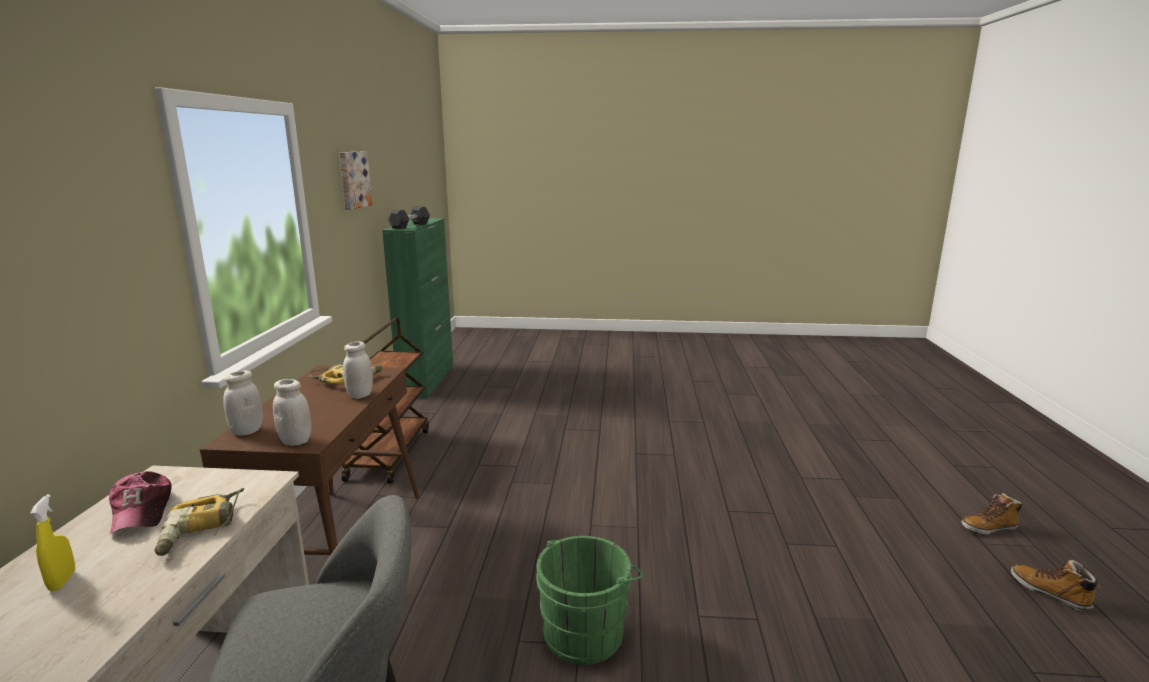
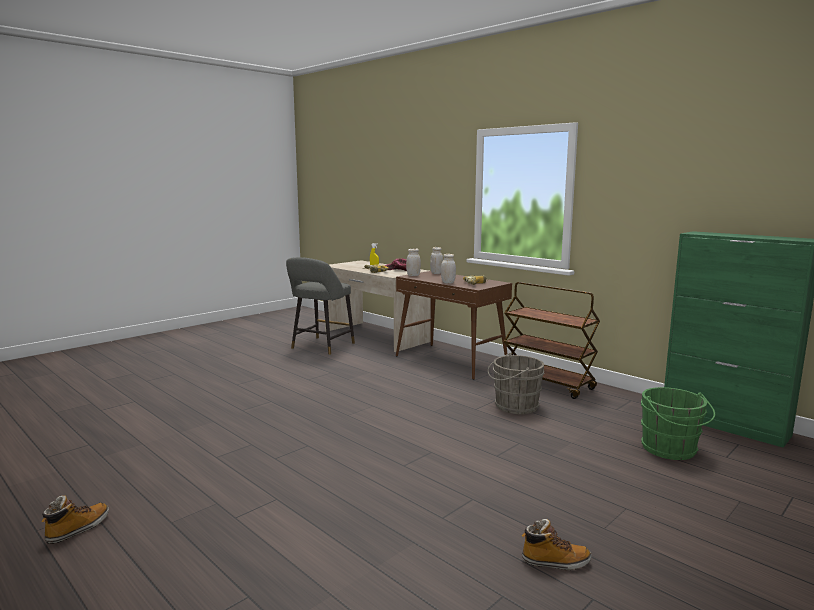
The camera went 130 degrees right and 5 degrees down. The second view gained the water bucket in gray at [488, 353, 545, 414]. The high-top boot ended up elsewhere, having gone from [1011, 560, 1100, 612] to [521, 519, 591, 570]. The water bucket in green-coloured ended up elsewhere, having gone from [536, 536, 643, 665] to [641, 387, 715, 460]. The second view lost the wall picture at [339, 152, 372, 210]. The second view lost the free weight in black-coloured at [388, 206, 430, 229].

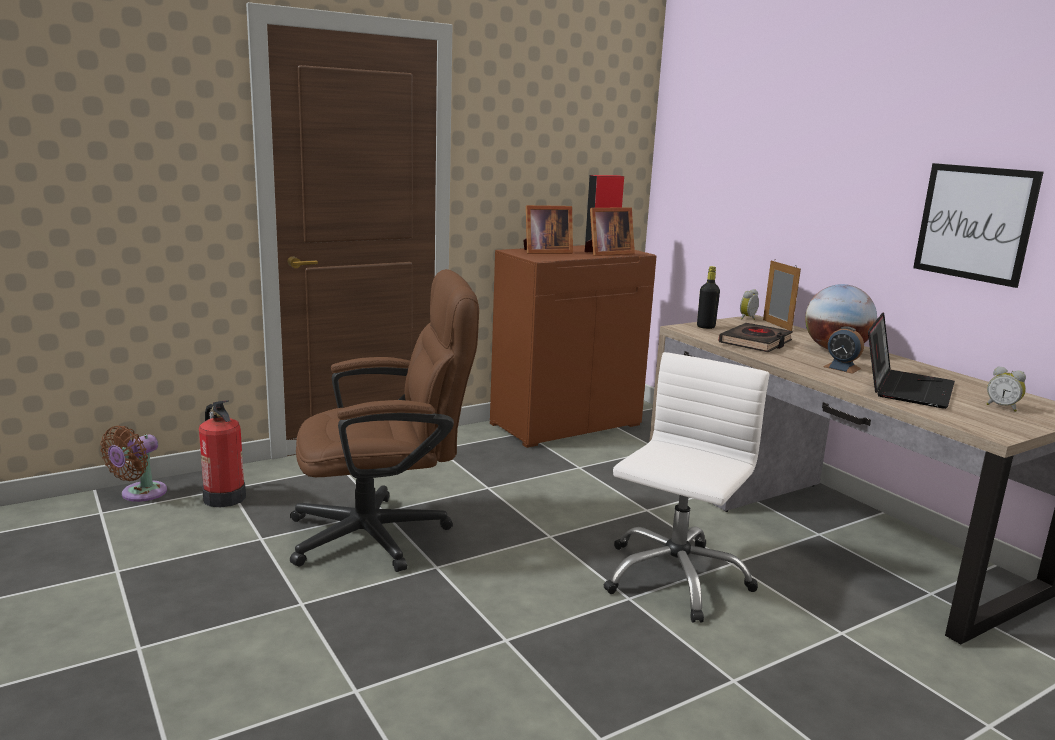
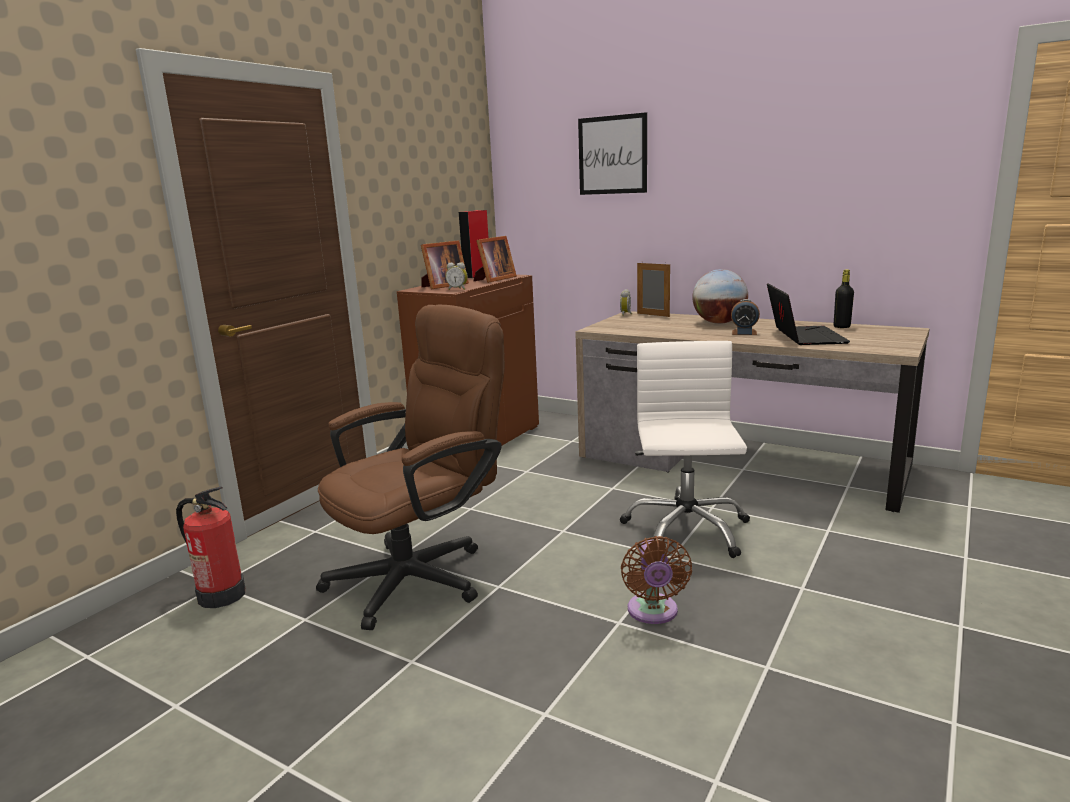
The camera went 25 degrees left and 0 degrees up. The table clock ended up elsewhere, having gone from [987, 366, 1026, 412] to [446, 262, 468, 290]. The wall picture ended up elsewhere, having gone from [913, 163, 1044, 288] to [578, 112, 647, 195]. The cooling fan in brown-coloured ended up elsewhere, having gone from [100, 426, 167, 502] to [621, 536, 692, 624]. The beverage bottle in black-coloured ended up elsewhere, having gone from [697, 266, 720, 329] to [834, 269, 854, 328]. The second view lost the volume in black-coloured at [719, 323, 793, 352].

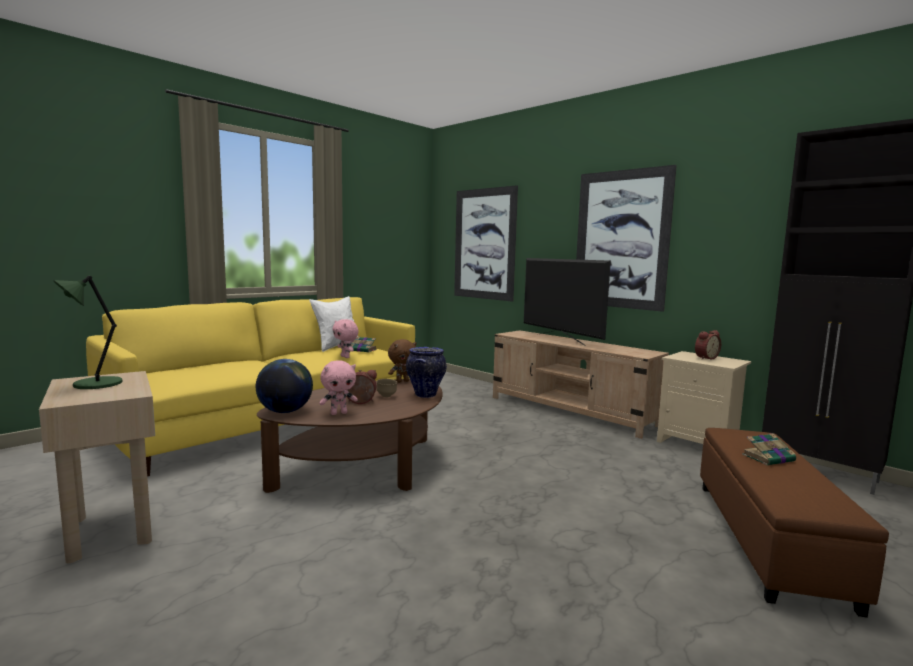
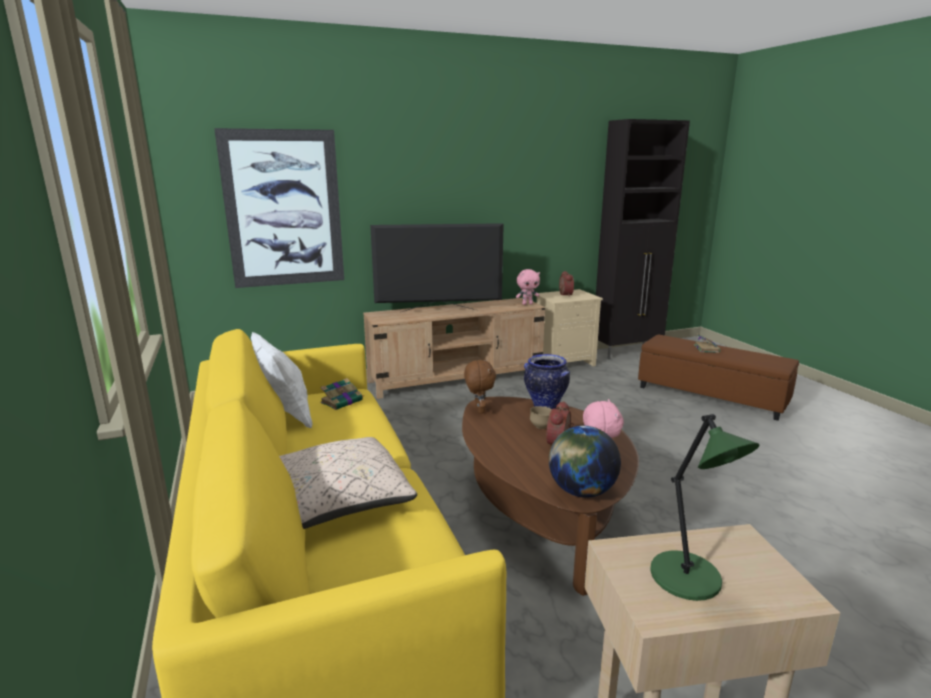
The camera went 65 degrees left and 10 degrees up. The second view gained the cushion in beige at [279, 437, 417, 529]. The plush toy in pink ended up elsewhere, having gone from [332, 319, 359, 358] to [516, 269, 540, 305]. The second view lost the wall picture at [576, 165, 677, 312].

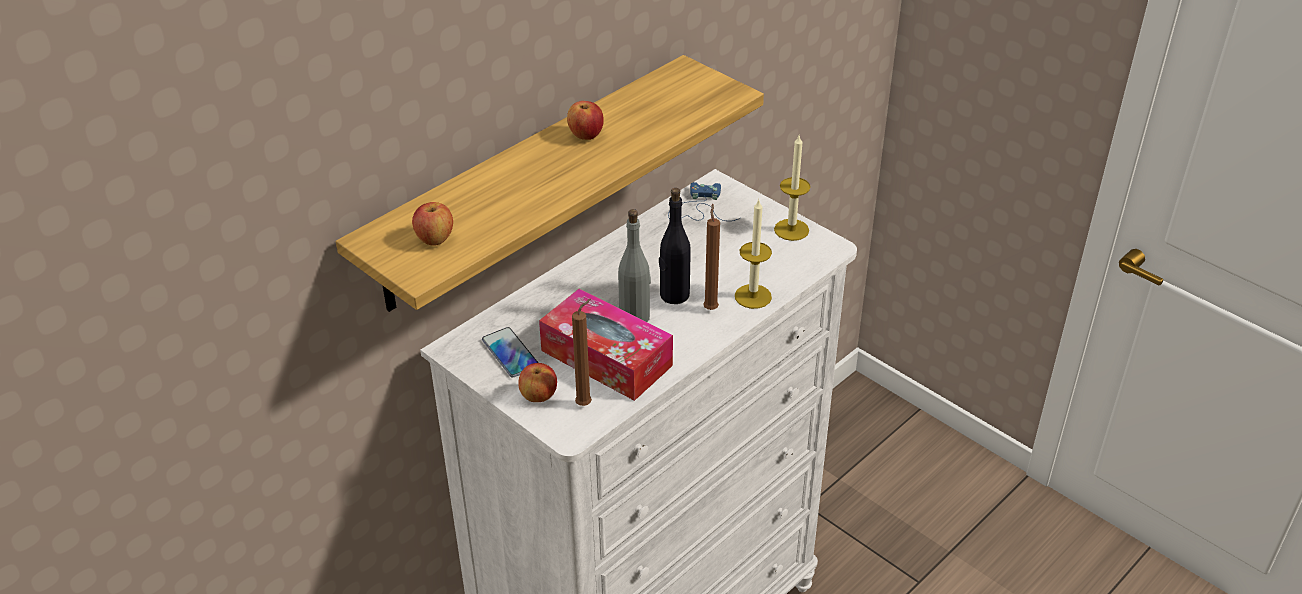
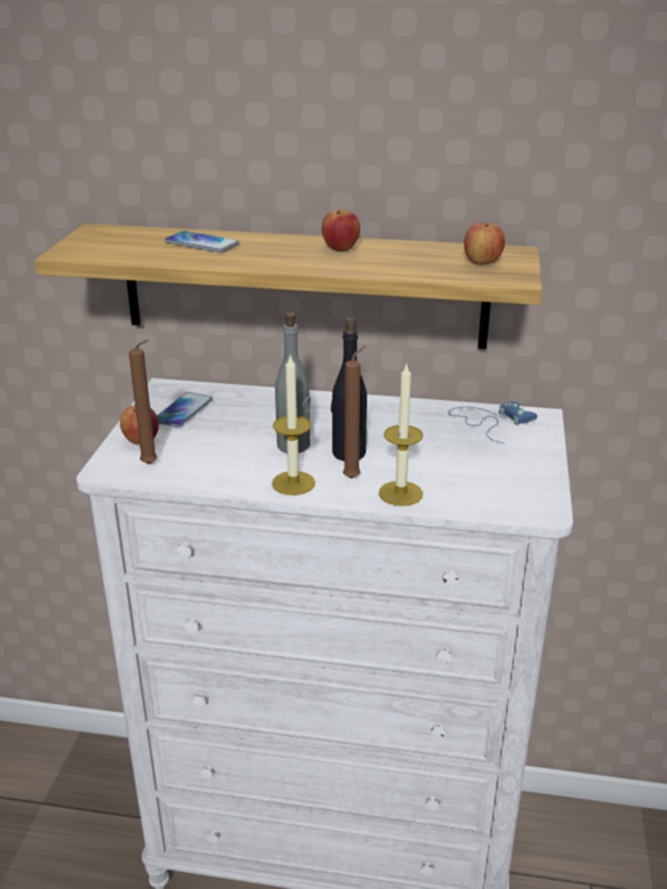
The camera went 55 degrees right and 10 degrees down. The second view gained the handset at [165, 231, 239, 252]. The wax light ended up elsewhere, having gone from [774, 136, 810, 241] to [272, 354, 315, 495]. The apple ended up elsewhere, having gone from [412, 202, 453, 246] to [464, 223, 505, 265]. The second view lost the tissue holder at [539, 288, 673, 401].

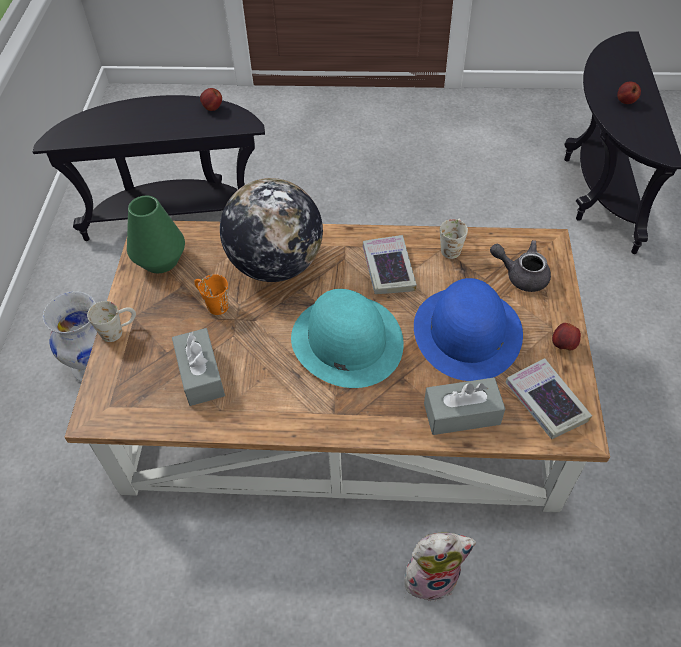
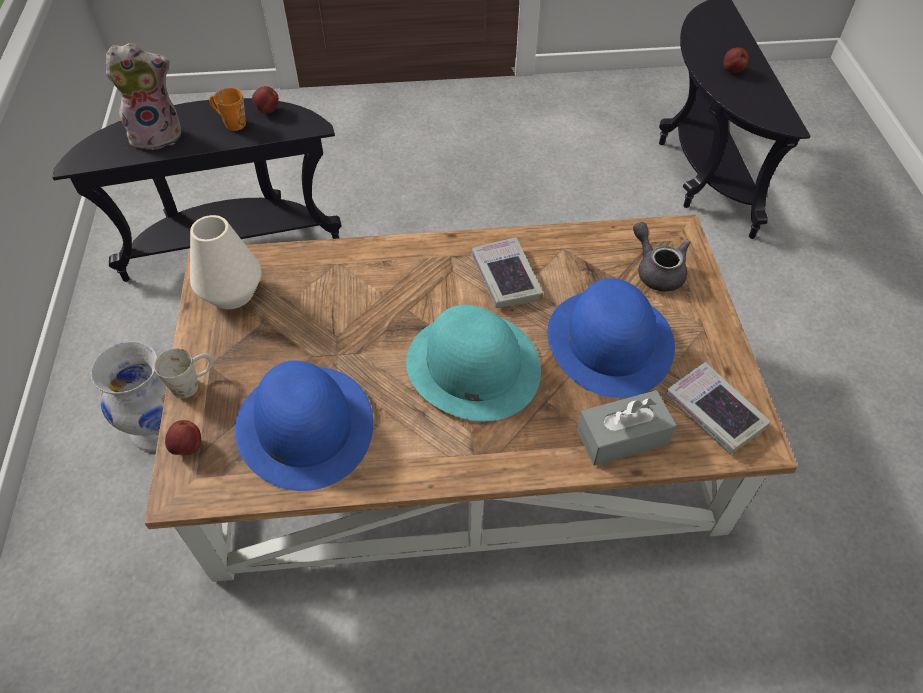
The camera went 10 degrees left and 0 degrees up. The plush toy ended up elsewhere, having gone from [404, 533, 476, 604] to [106, 43, 181, 150]. The apple ended up elsewhere, having gone from [552, 323, 581, 350] to [165, 420, 201, 455]. What was the decorative vase in green-coloured at [127, 196, 185, 273] turned into the decorative vase in whitish at [190, 215, 262, 309]. The mug in orange ended up elsewhere, having gone from [194, 274, 229, 315] to [209, 88, 246, 131]. Where the tissue holder in gray stood at [172, 328, 225, 406], the hat in bluish came to stand at [234, 360, 373, 491]. The tea pot in gray at [490, 240, 551, 292] ended up facing another way, 45 degrees clockwise from before. The second view lost the world globe at [220, 178, 323, 282]. The second view lost the mug in whitish at [440, 218, 468, 259].

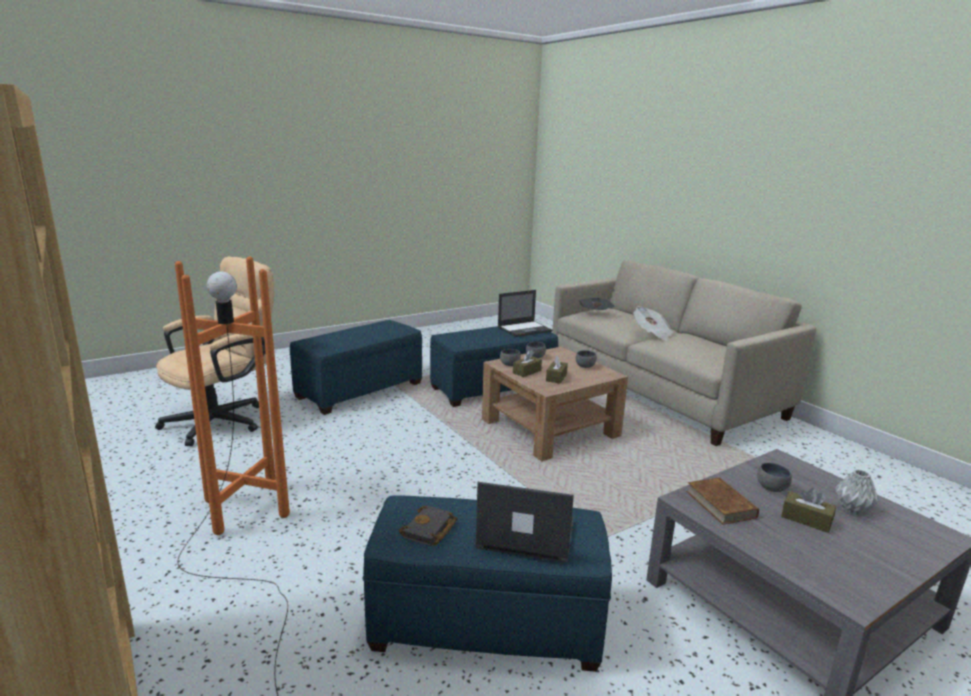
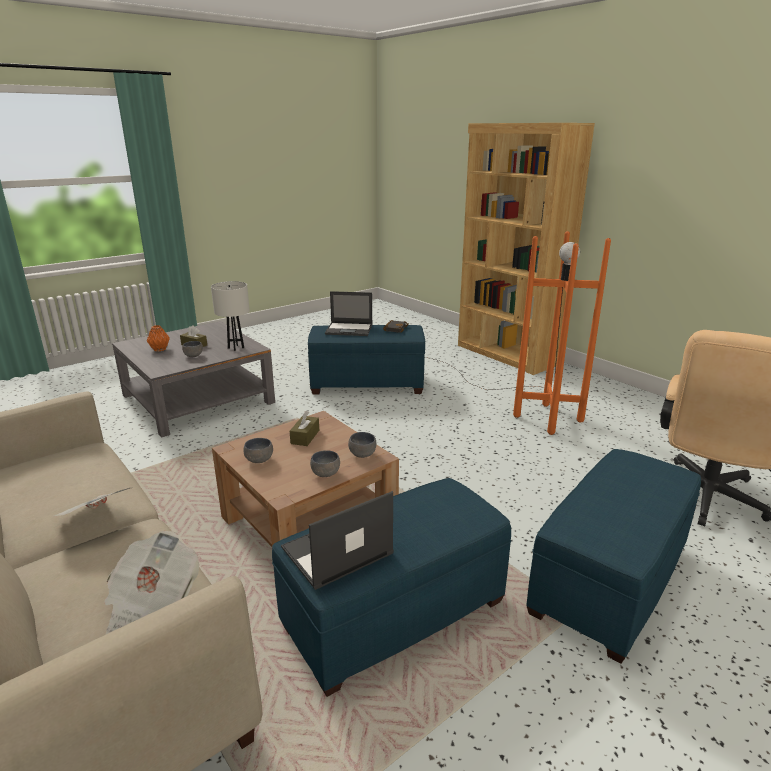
The camera went 175 degrees right and 5 degrees up. What was the decorative vase in gray at [835, 470, 878, 516] turned into the decorative vase in orange at [147, 325, 170, 352]. Where the volume in brown-coloured stood at [686, 477, 759, 525], the lamp for a table in whitish came to stand at [211, 281, 250, 351]. The second view lost the tissue holder in brown-coloured at [513, 350, 542, 377].

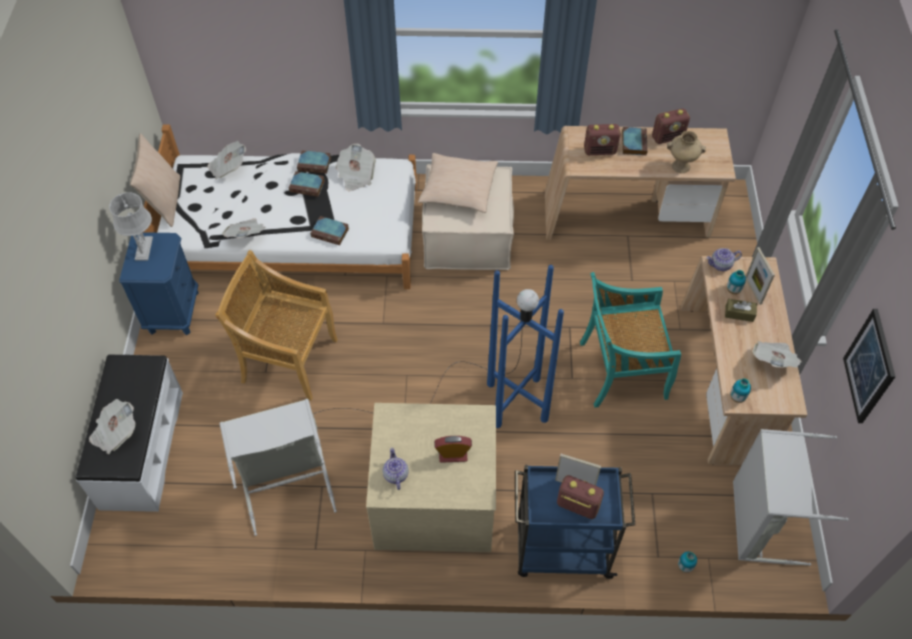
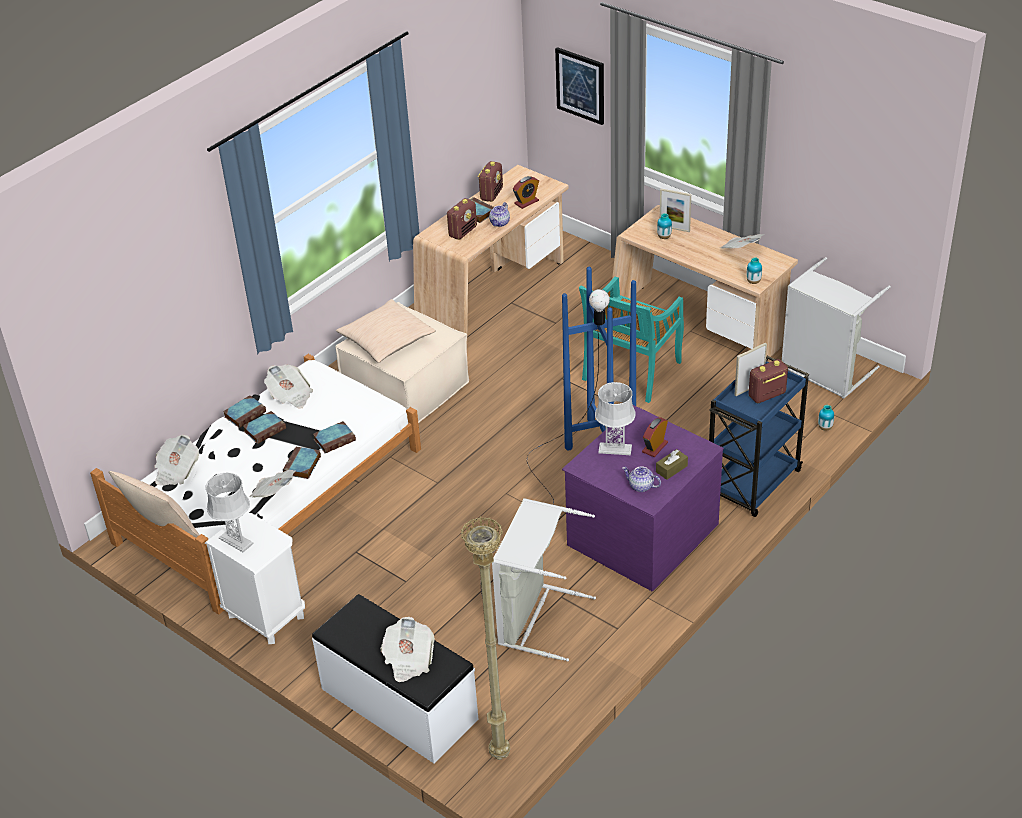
The camera went 50 degrees left and 15 degrees down. What was the bedside table in bluish at [119, 232, 199, 335] turned into the bedside table in whitish at [205, 513, 305, 644]. The second view gained the volume at [283, 446, 321, 479]. The second view gained the standing lamp in beige at [461, 517, 510, 760]. The tea pot ended up elsewhere, having gone from [706, 248, 742, 271] to [489, 202, 510, 227]. Where the decorative vase in beige stood at [667, 131, 706, 173], the table clock came to stand at [513, 176, 539, 209]. The wall picture ended up elsewhere, having gone from [843, 309, 896, 423] to [555, 47, 604, 125]. What was the dresser in beige at [366, 403, 496, 552] turned into the dresser in purplish at [562, 405, 724, 591]. The second view gained the lamp for a table in gray at [595, 382, 636, 455]. The tissue holder in brown-coloured ended up elsewhere, having gone from [725, 299, 757, 322] to [656, 449, 688, 480]. The second view lost the upright chair in beige at [215, 250, 338, 401].

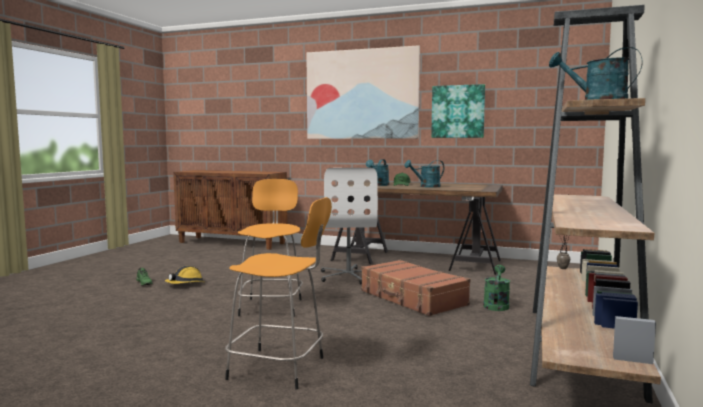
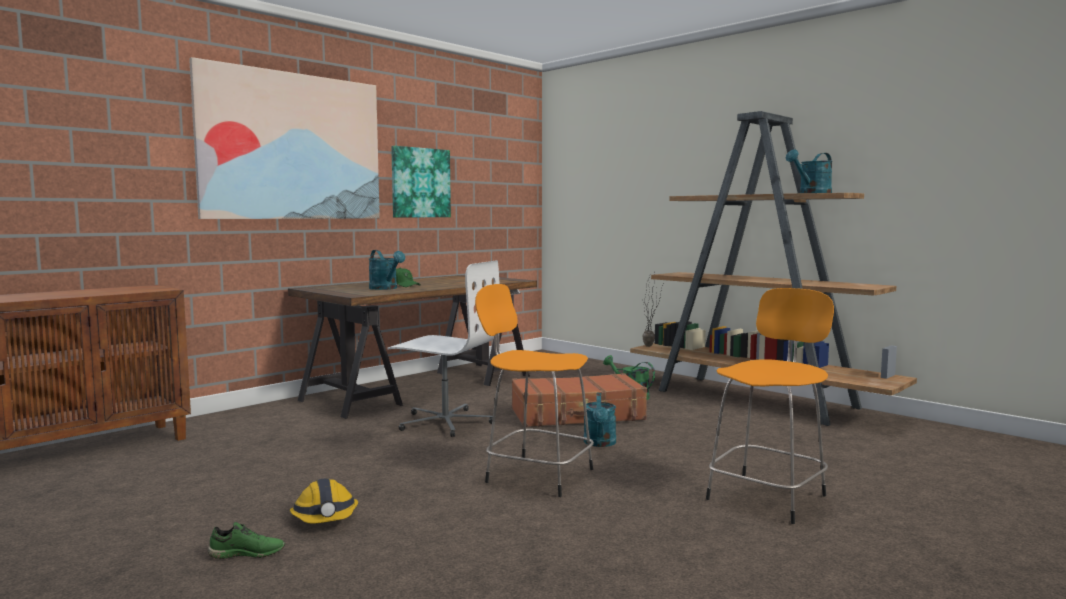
The camera went 65 degrees left and 0 degrees up. The sprinkling can in turquoise-coloured ended up elsewhere, having gone from [404, 160, 444, 188] to [584, 392, 616, 447].

